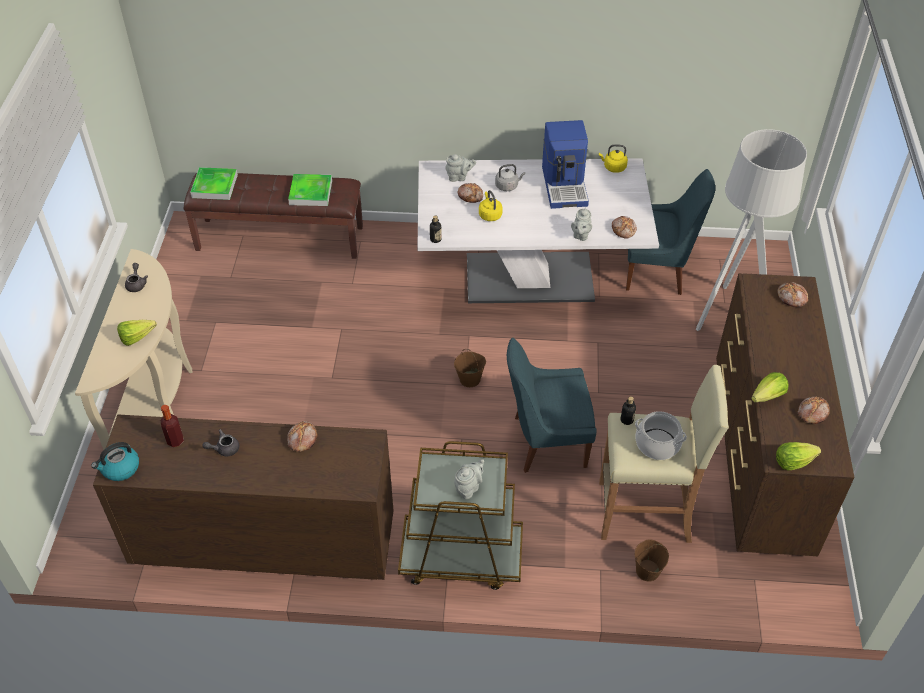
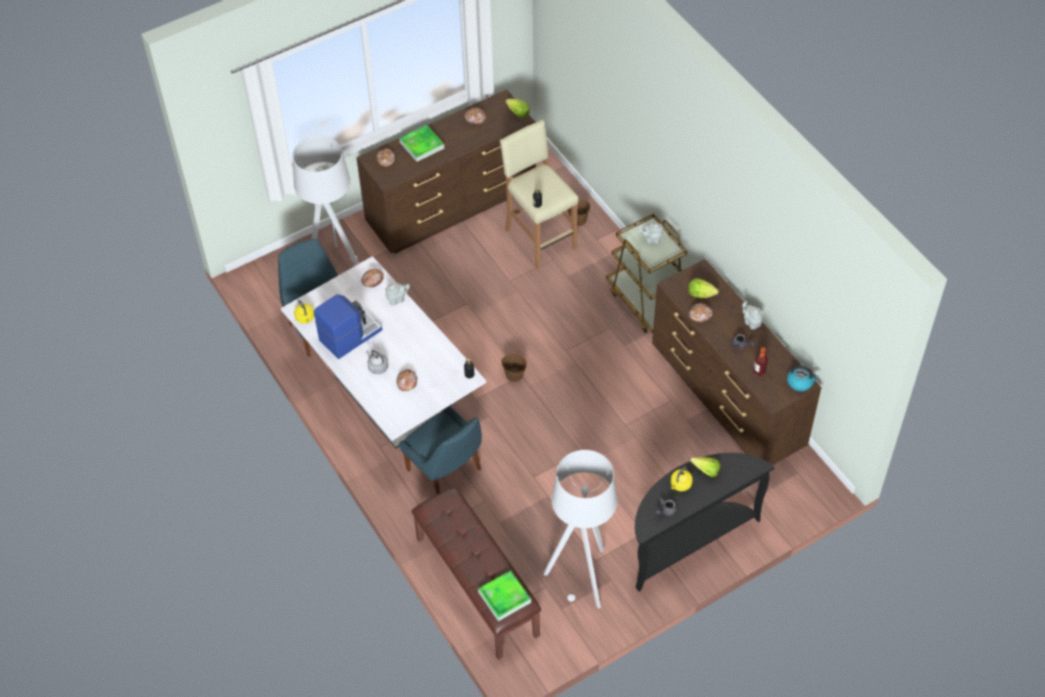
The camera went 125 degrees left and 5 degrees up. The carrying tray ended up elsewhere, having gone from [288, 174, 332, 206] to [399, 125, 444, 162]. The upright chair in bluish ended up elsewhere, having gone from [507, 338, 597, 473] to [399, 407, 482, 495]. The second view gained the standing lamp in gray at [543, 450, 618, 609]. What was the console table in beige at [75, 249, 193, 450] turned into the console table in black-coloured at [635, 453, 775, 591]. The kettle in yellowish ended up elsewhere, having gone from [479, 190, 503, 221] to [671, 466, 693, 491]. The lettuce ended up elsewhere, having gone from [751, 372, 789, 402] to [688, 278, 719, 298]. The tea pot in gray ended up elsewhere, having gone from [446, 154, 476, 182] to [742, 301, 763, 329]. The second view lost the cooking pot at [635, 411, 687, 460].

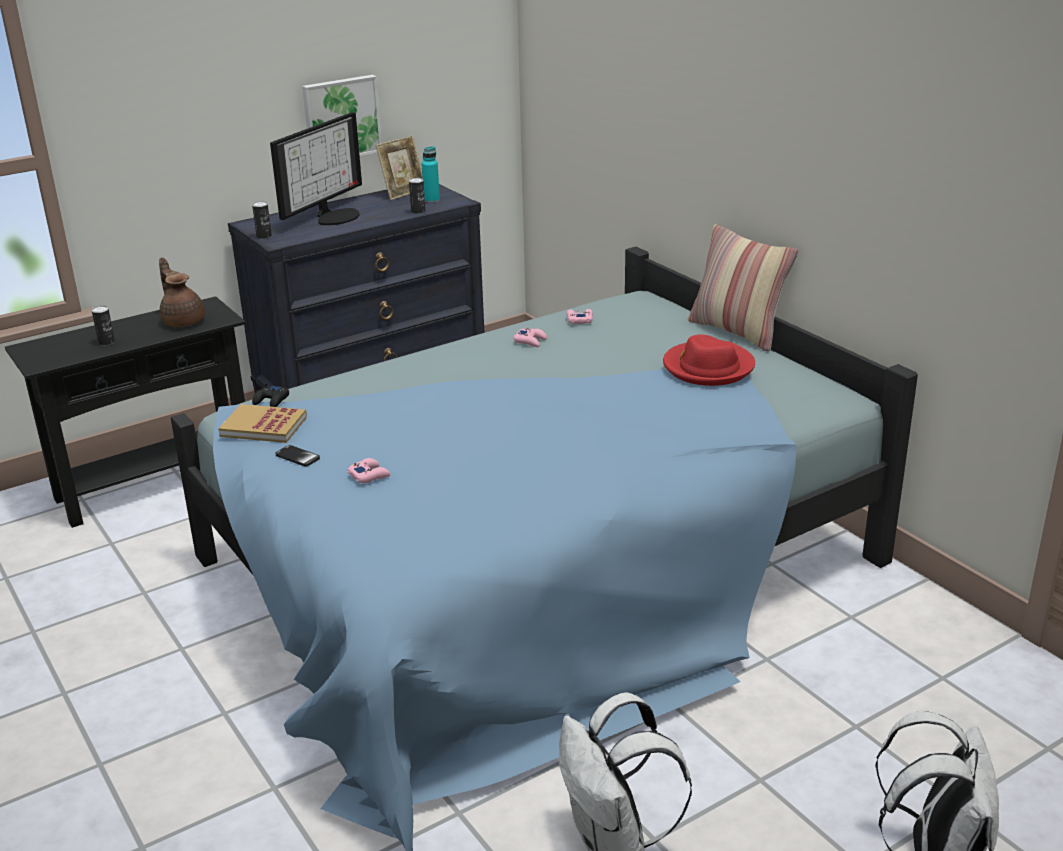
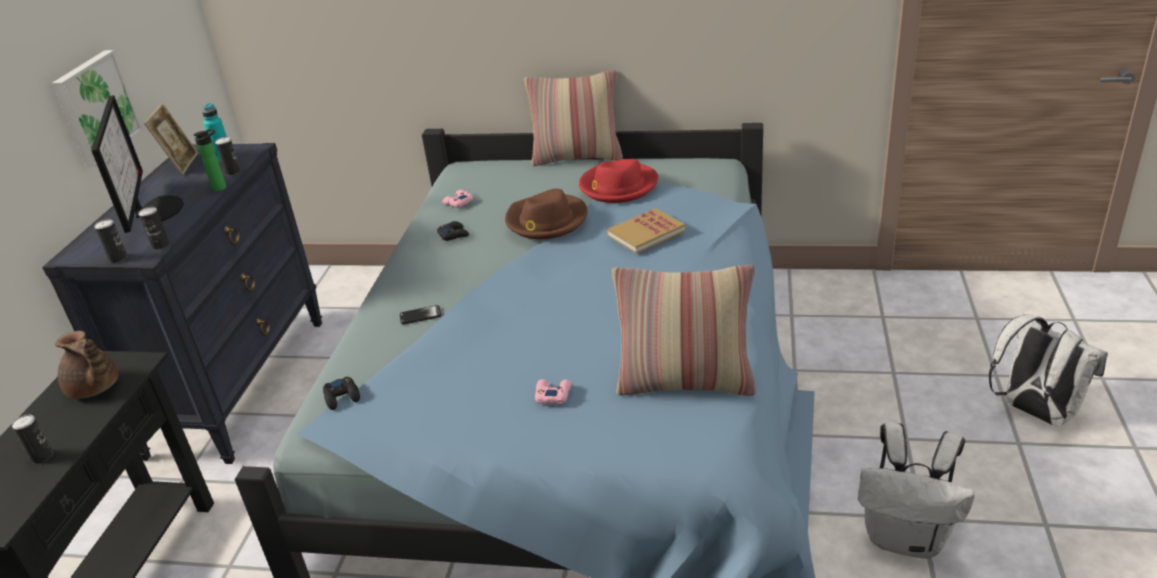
The camera went 45 degrees left and 5 degrees up. The tea pot in brown-coloured at [159, 257, 205, 327] ended up facing another way, 150 degrees counterclockwise from before. The second view gained the metal can at [139, 207, 170, 250]. The second view gained the beverage bottle at [193, 128, 226, 191]. The handset ended up elsewhere, having gone from [275, 445, 320, 466] to [400, 305, 441, 324]. What was the gamepad in pink at [513, 328, 547, 347] turned into the gamepad in black-coloured at [437, 221, 469, 241]. The second view gained the hat in brown-coloured at [505, 189, 587, 239]. The volume ended up elsewhere, having gone from [218, 404, 307, 443] to [607, 208, 685, 254]. The second view gained the cushion at [612, 264, 756, 396].

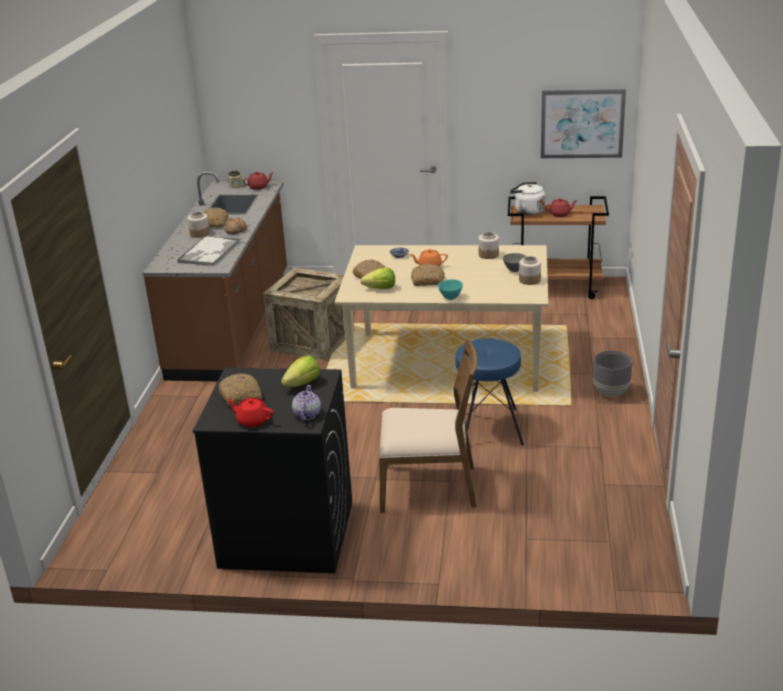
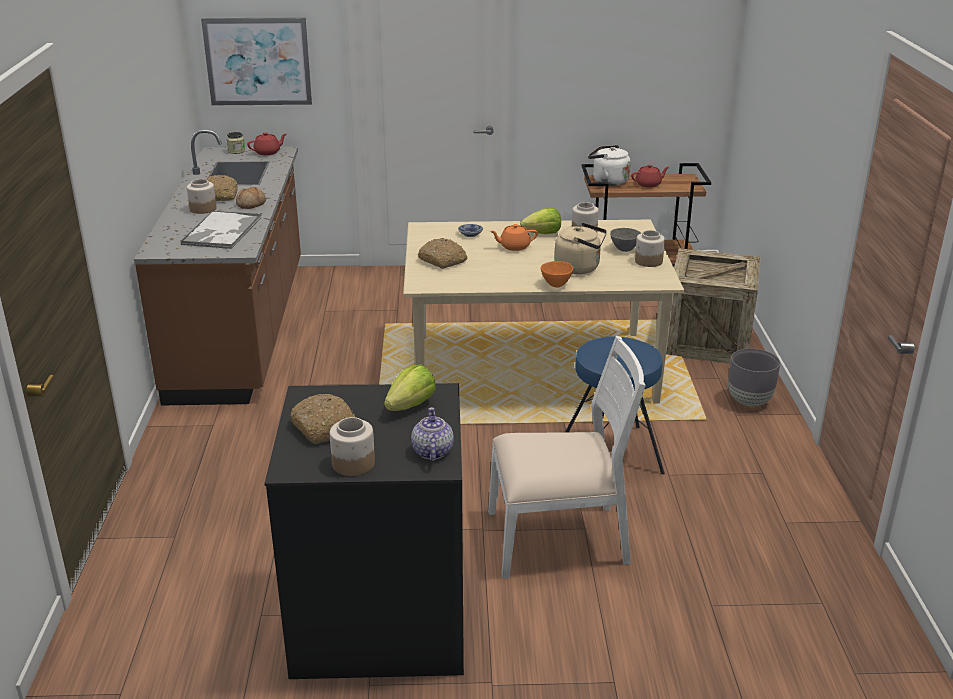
The camera went 10 degrees left and 0 degrees up. The wall picture ended up elsewhere, having gone from [541, 89, 626, 158] to [201, 18, 312, 105]. Where the tea pot in red stood at [226, 398, 274, 427], the storage jar came to stand at [330, 417, 375, 476]. What was the upright chair in brown-coloured at [379, 339, 477, 513] turned into the upright chair in whitish at [488, 336, 646, 579]. The lettuce ended up elsewhere, having gone from [361, 268, 395, 289] to [520, 208, 561, 234]. What was the bowl in turquoise-coloured at [438, 279, 463, 300] turned into the bowl in orange at [541, 261, 573, 288]. The second view gained the kettle in beige at [555, 223, 607, 274]. The packing crate ended up elsewhere, having gone from [263, 267, 354, 361] to [666, 248, 761, 364]. The second view lost the bakery bread at [411, 264, 445, 286].

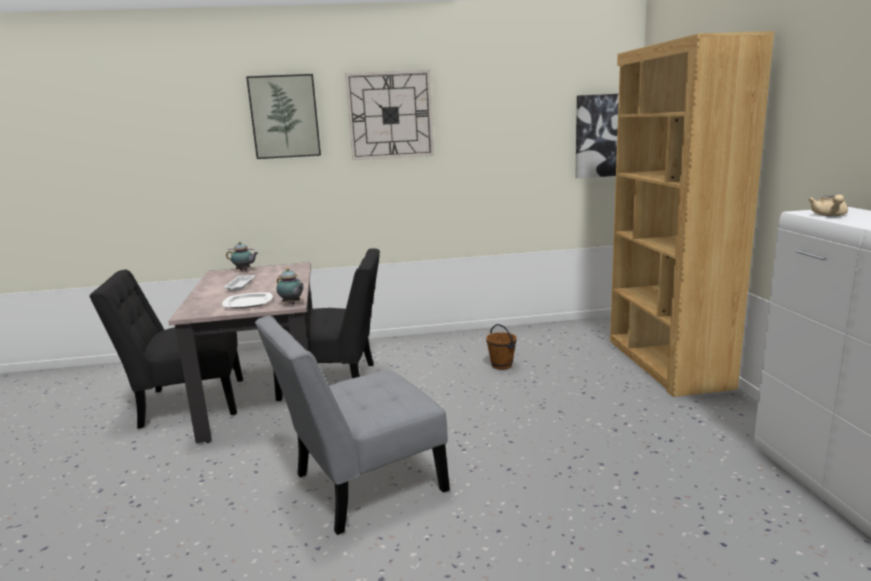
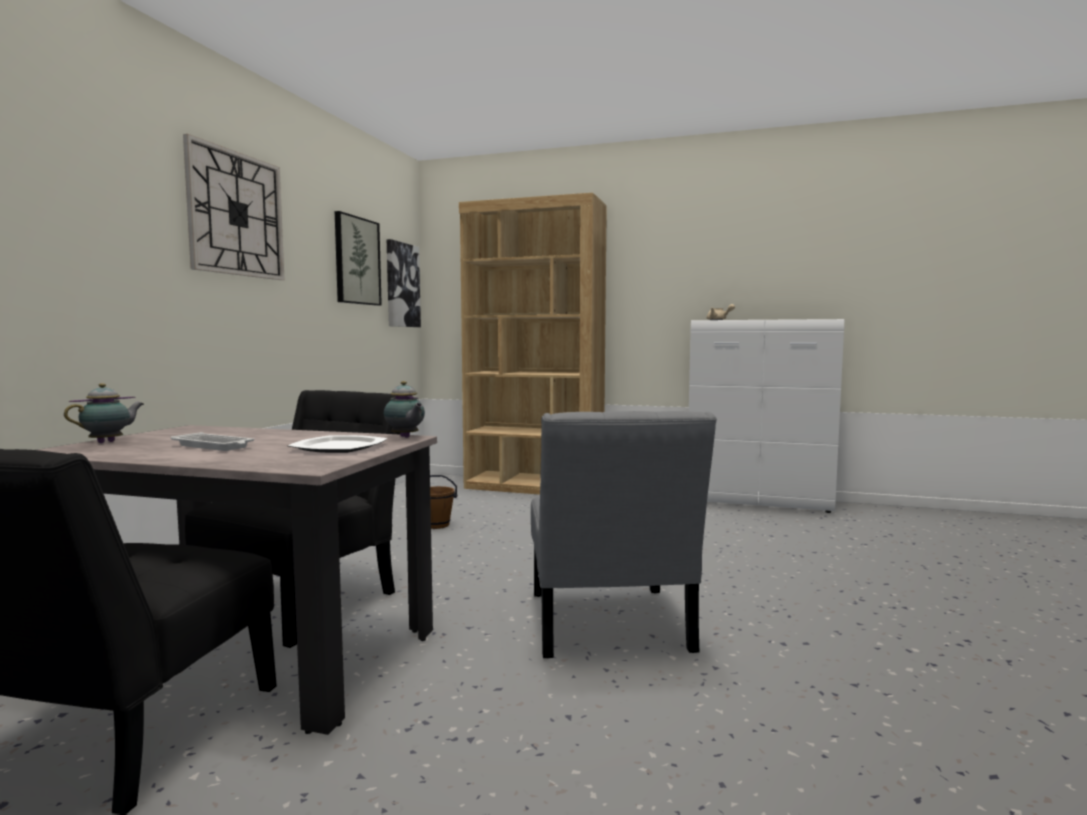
The camera went 65 degrees left and 10 degrees down. The wall picture ended up elsewhere, having gone from [246, 74, 321, 159] to [335, 211, 382, 306]. The tea pot at [276, 268, 304, 304] ended up facing another way, 75 degrees clockwise from before.

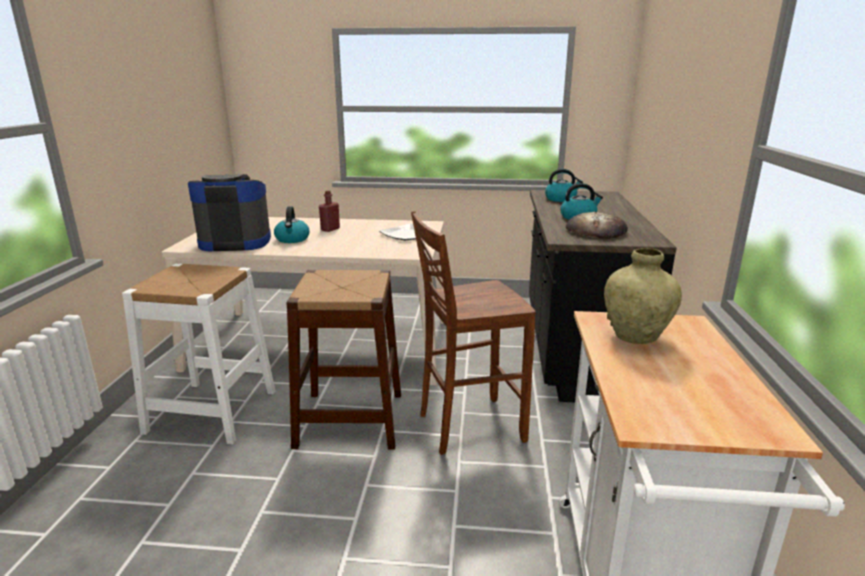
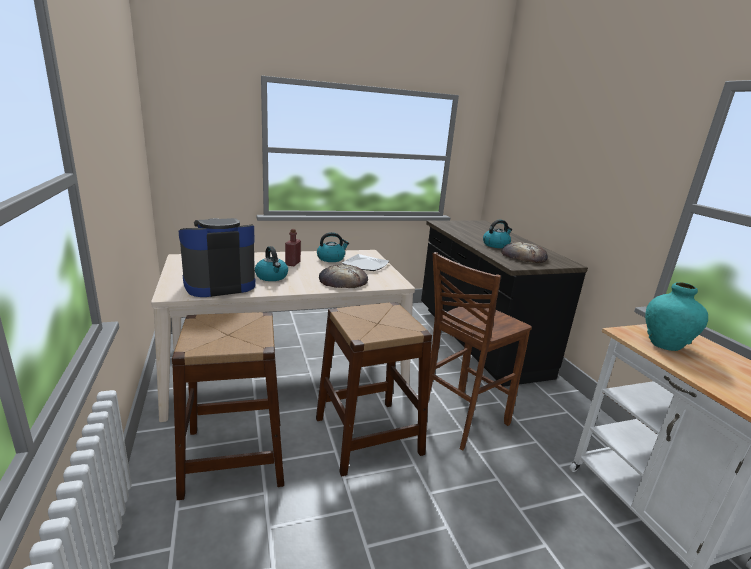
The camera went 25 degrees left and 0 degrees up. What was the stool in whitish at [122, 264, 276, 444] turned into the stool in brown-coloured at [172, 312, 284, 500]. The kettle ended up elsewhere, having gone from [545, 169, 583, 202] to [317, 232, 349, 262]. The second view gained the bakery bread at [319, 265, 368, 288]. What was the decorative vase in beige at [604, 248, 682, 344] turned into the decorative vase in turquoise-coloured at [645, 282, 708, 351].

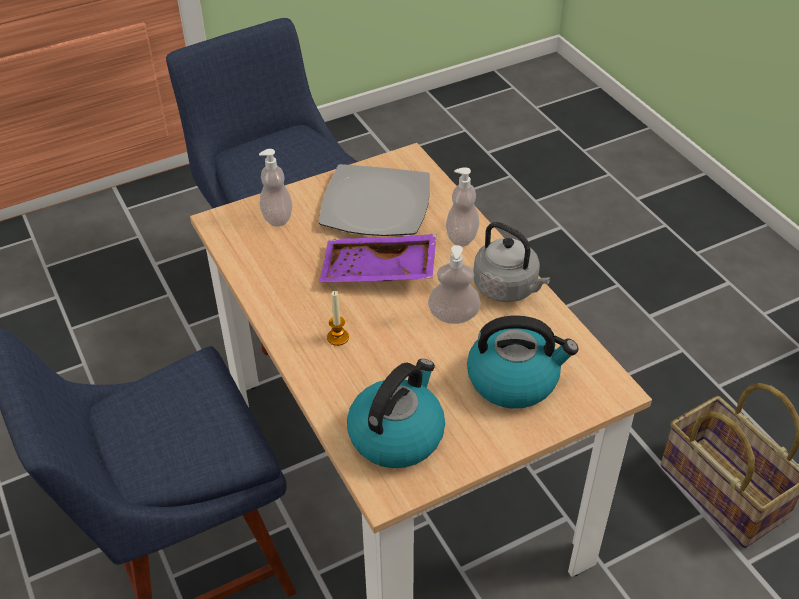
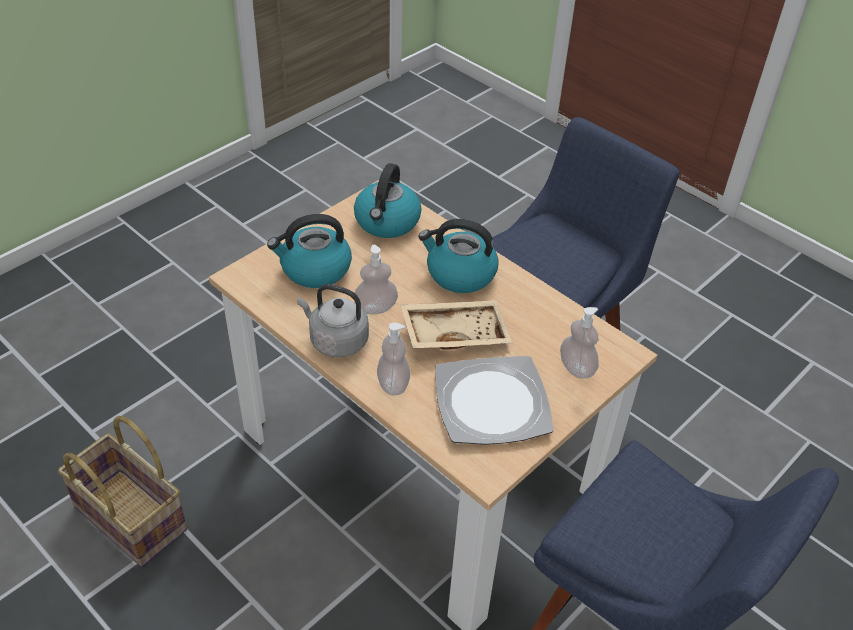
The camera went 160 degrees right and 0 degrees up. What was the carrying tray in purplish at [319, 234, 436, 282] turned into the carrying tray in beige at [400, 300, 512, 350]. Where the wax light stood at [327, 291, 349, 346], the kettle came to stand at [418, 219, 499, 293].

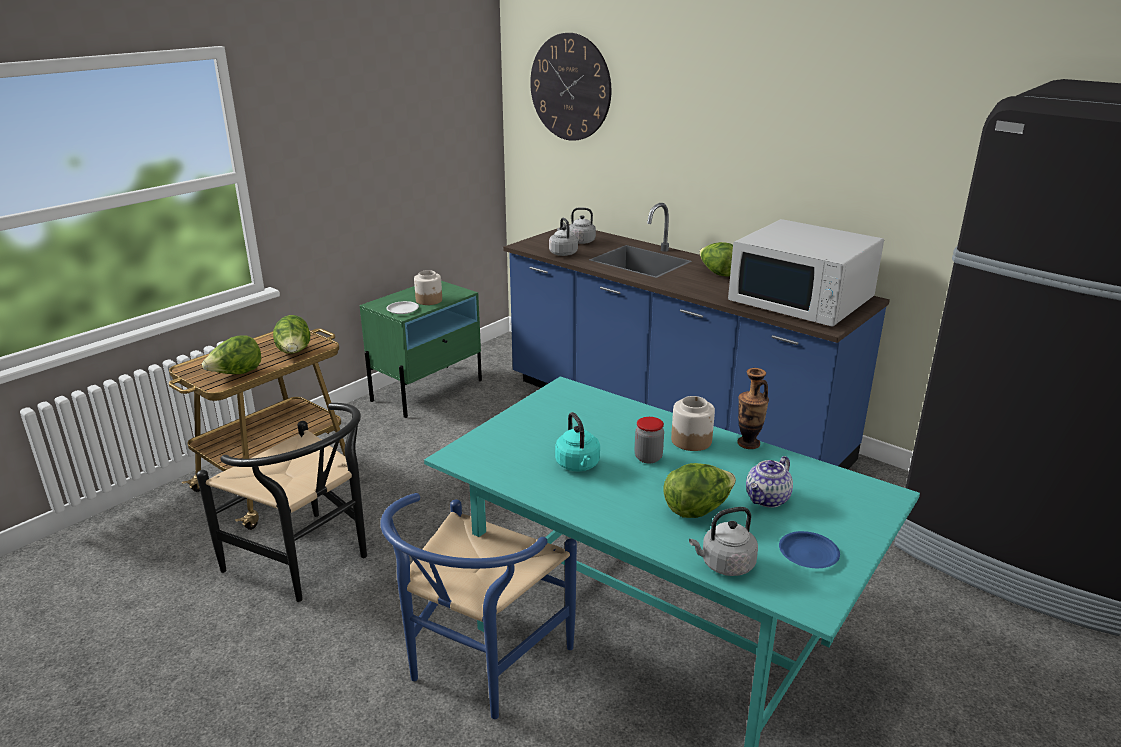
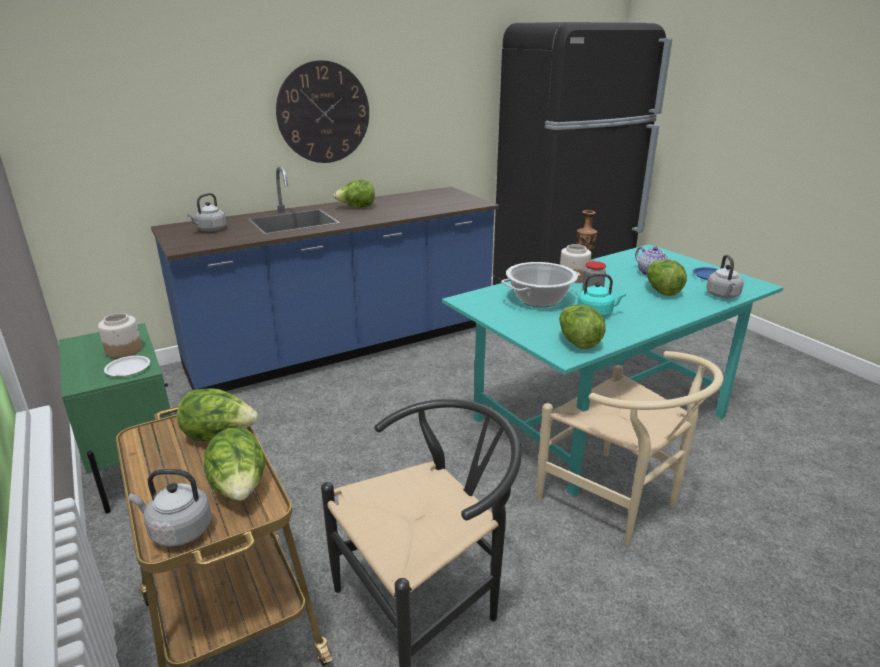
The camera went 70 degrees left and 0 degrees up. The kettle in gray ended up elsewhere, having gone from [549, 217, 578, 256] to [129, 469, 212, 547]. The wall clock ended up elsewhere, having gone from [530, 33, 611, 141] to [276, 60, 369, 163]. The second view gained the cooking pot at [501, 262, 580, 307]. What was the upright chair in bluish at [380, 493, 577, 719] turned into the upright chair in beige at [537, 351, 723, 546]. The second view gained the lettuce at [559, 304, 606, 349]. The second view lost the microwave in whitish at [728, 219, 884, 327].

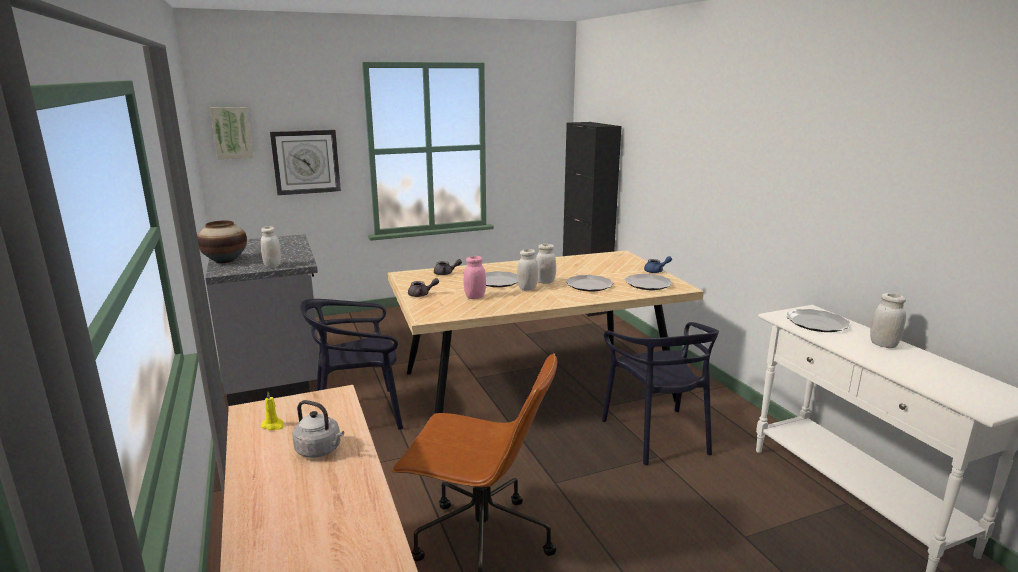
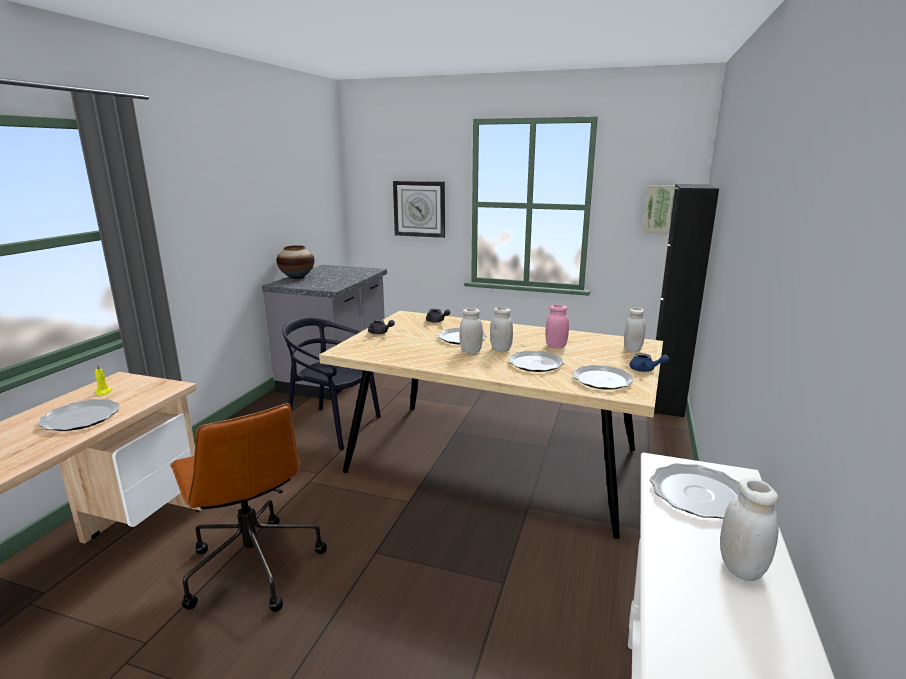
The camera went 40 degrees right and 0 degrees up. Where the kettle in gray stood at [292, 400, 344, 458], the flat dish came to stand at [38, 399, 119, 431]. The storage jar in pink ended up elsewhere, having gone from [464, 256, 486, 299] to [545, 305, 569, 348]. The storage jar in whitish ended up elsewhere, having gone from [261, 226, 281, 268] to [624, 307, 646, 353]. The wall picture ended up elsewhere, having gone from [210, 107, 254, 160] to [643, 185, 675, 235]. The second view lost the upright chair in black-coloured at [602, 322, 719, 465].

